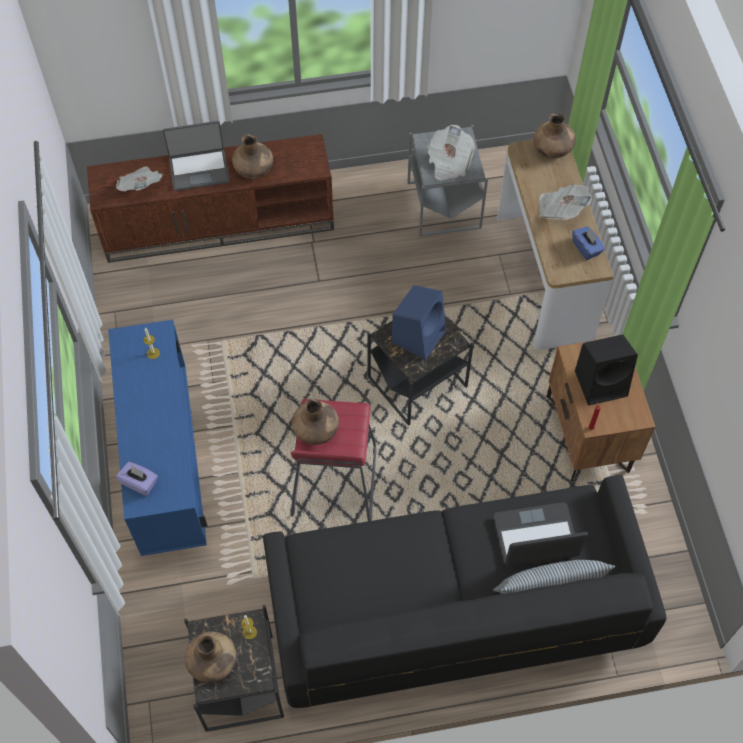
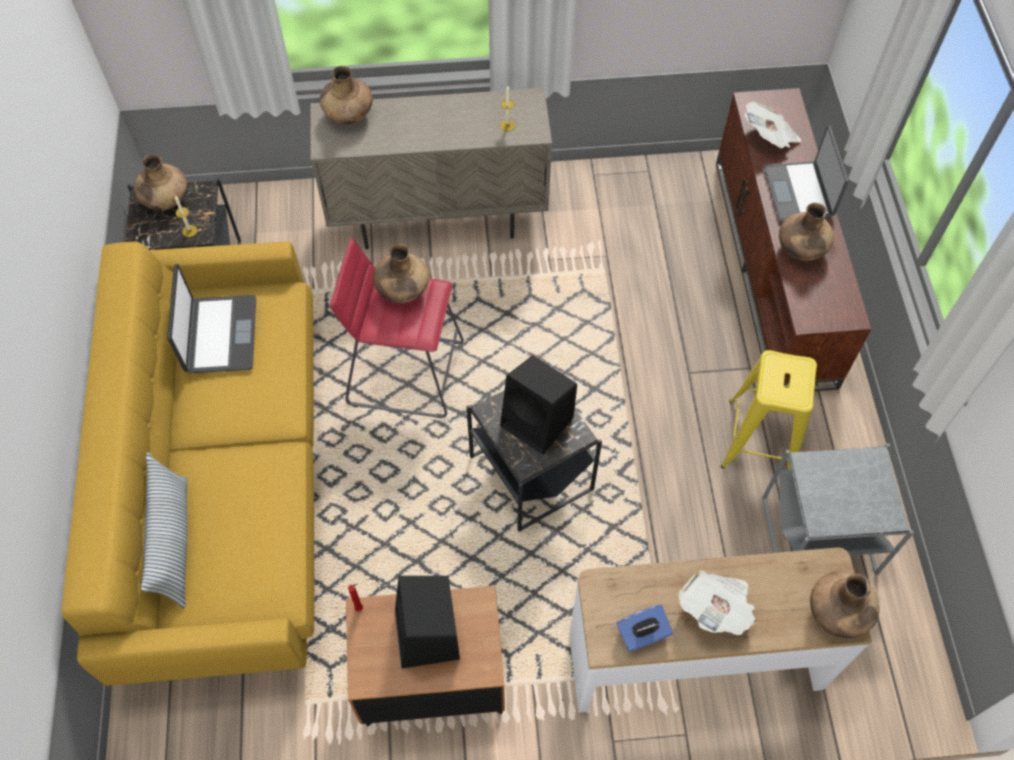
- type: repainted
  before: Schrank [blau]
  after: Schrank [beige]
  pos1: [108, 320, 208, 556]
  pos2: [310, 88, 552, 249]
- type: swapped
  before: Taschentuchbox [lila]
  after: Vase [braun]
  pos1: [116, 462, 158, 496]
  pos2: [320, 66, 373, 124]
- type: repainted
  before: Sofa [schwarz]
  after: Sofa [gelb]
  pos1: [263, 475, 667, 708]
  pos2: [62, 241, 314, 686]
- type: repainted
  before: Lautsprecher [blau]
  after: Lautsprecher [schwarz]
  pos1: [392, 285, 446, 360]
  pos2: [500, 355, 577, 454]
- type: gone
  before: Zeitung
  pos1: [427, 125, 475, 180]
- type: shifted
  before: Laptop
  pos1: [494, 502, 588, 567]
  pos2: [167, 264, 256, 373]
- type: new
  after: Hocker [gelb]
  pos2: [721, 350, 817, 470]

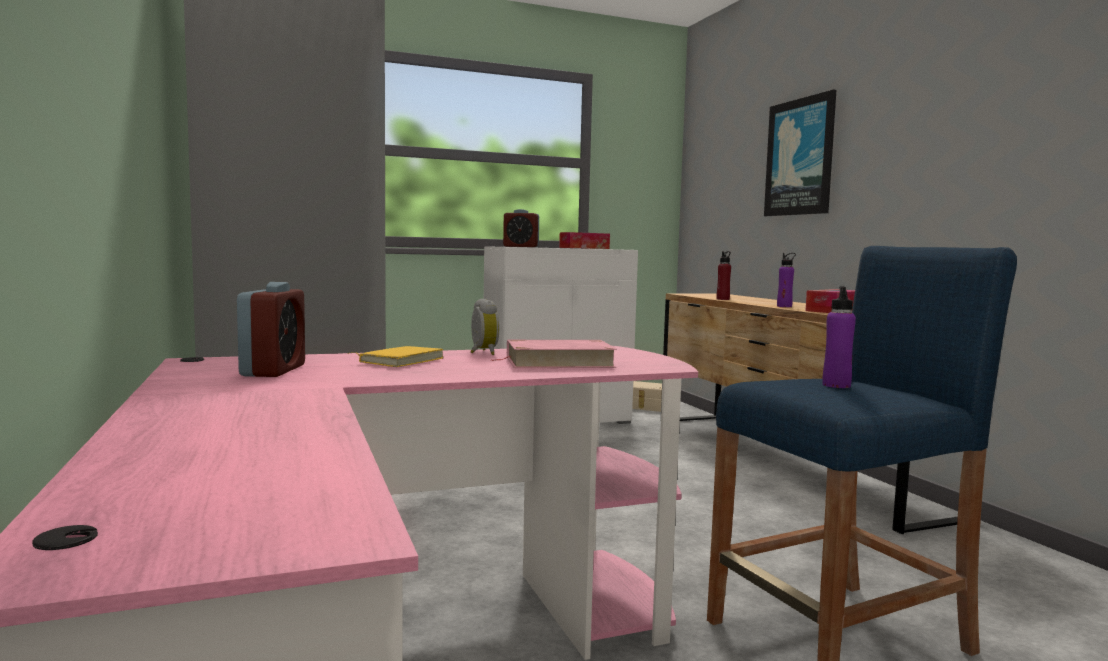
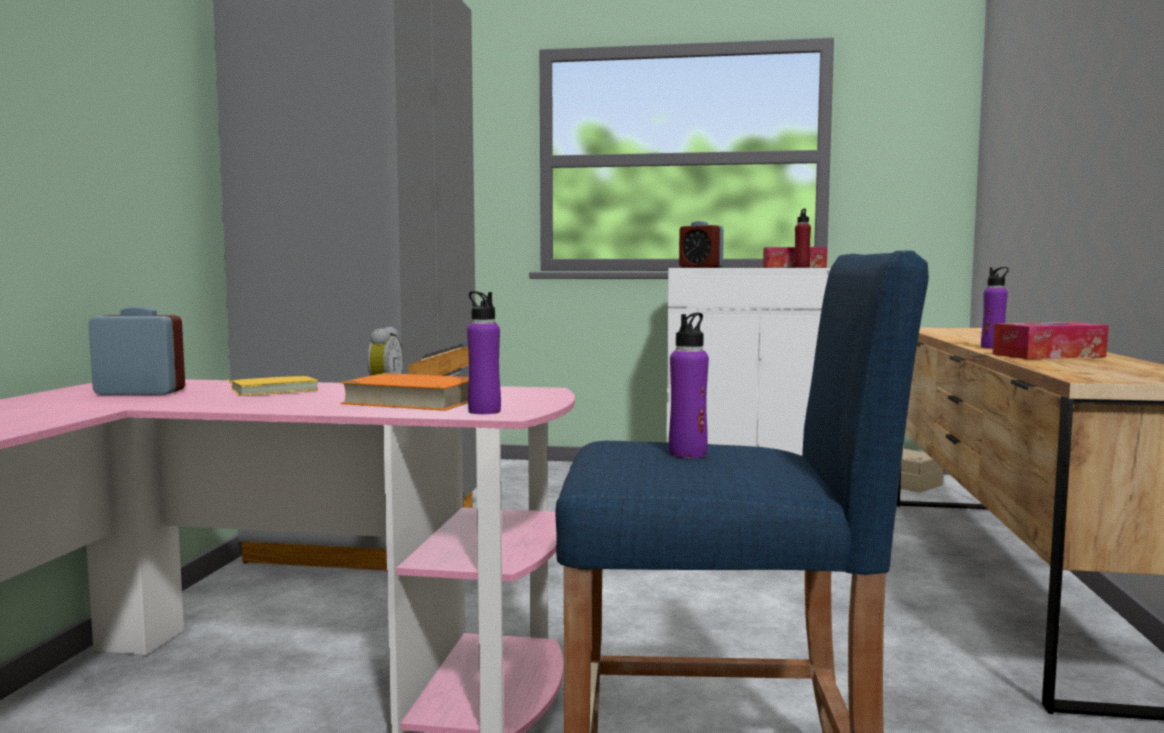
- type: rotated
  before: Wecker
  pos1: [237, 282, 305, 377]
  pos2: [88, 306, 185, 395]
  turn: -120
- type: repainted
  before: Buch [rosa]
  after: Buch [orange]
  pos1: [490, 340, 617, 368]
  pos2: [340, 373, 469, 411]
- type: shifted
  before: Flasche [rot]
  pos1: [716, 251, 731, 300]
  pos2: [794, 209, 811, 268]
- type: gone
  before: Bild
  pos1: [764, 89, 836, 216]
- type: new
  after: Flasche [lila]
  pos2: [467, 291, 501, 414]

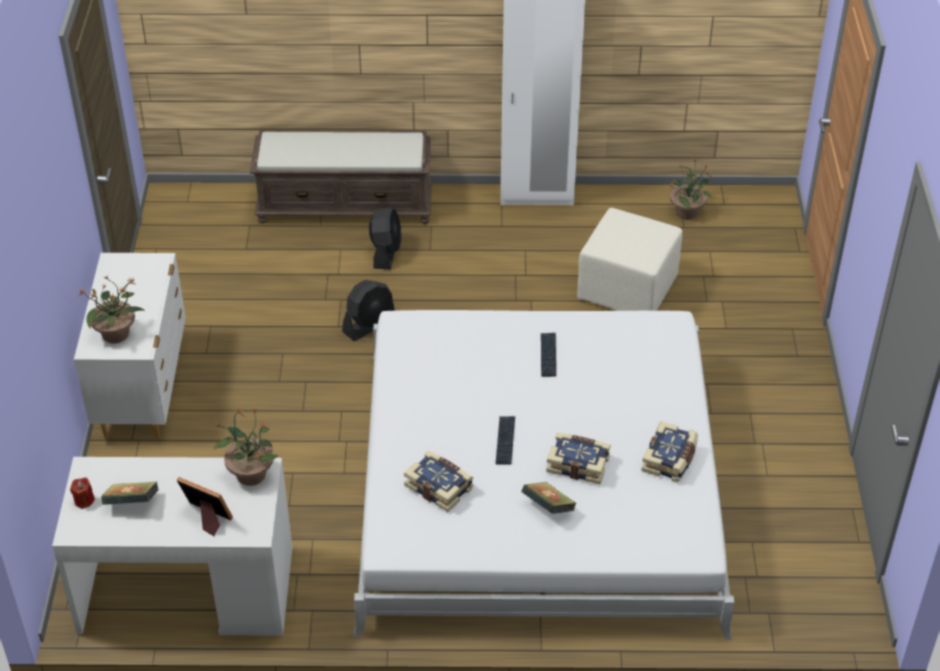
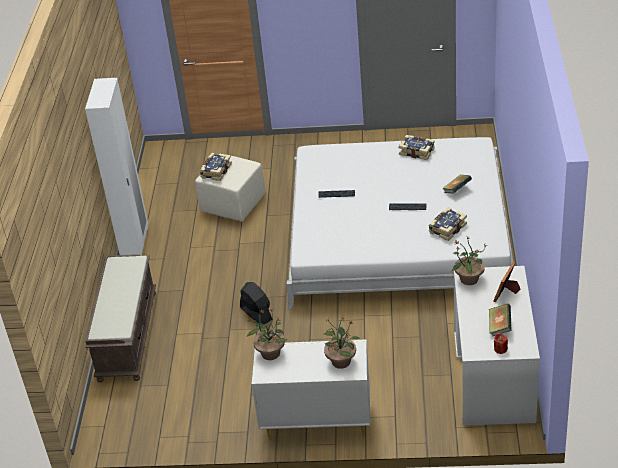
- type: gone
  before: Ventilator [schwarz]
  pos1: [369, 207, 401, 270]
- type: shifted
  before: Buch
  pos1: [546, 432, 611, 485]
  pos2: [200, 153, 232, 181]
- type: shifted
  before: Topfpflanze
  pos1: [670, 159, 711, 220]
  pos2: [247, 308, 288, 360]

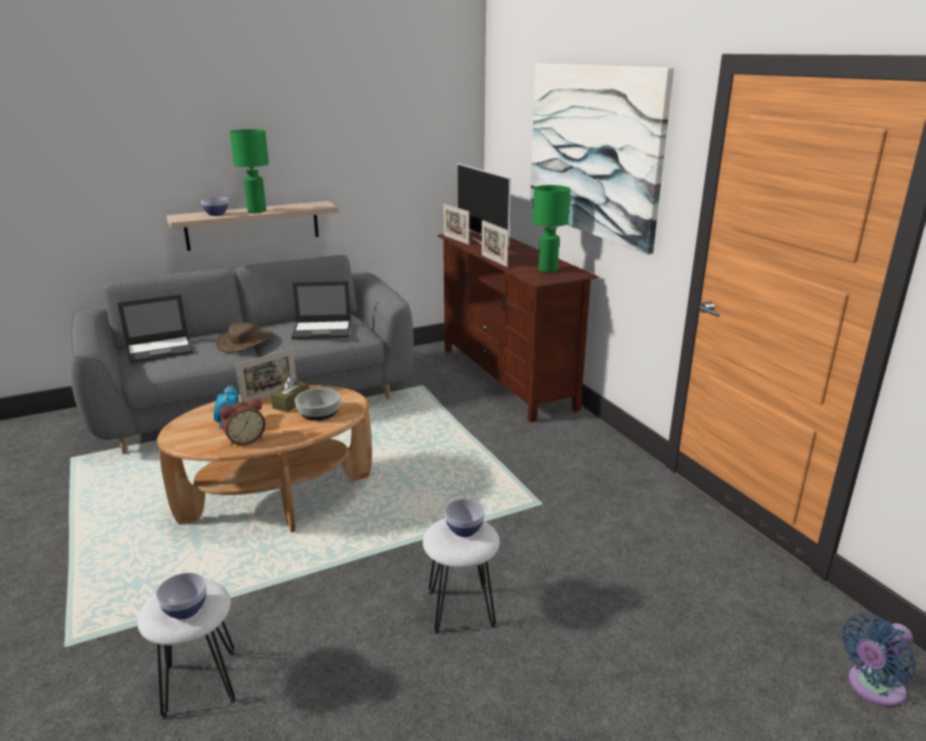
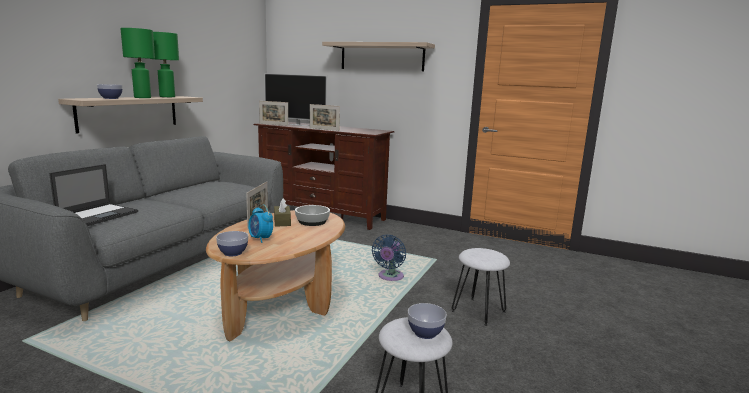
- type: gone
  before: Hut [braun]
  pos1: [216, 322, 275, 353]
- type: gone
  before: Wecker
  pos1: [220, 398, 266, 446]
- type: gone
  before: Laptop
  pos1: [291, 281, 351, 340]
- type: shifted
  before: Schüssel
  pos1: [445, 499, 485, 537]
  pos2: [216, 231, 248, 256]
- type: swapped
  before: Bild
  after: Wandregal
  pos1: [530, 63, 674, 255]
  pos2: [322, 42, 435, 71]
- type: shifted
  before: Tischlampe [grün]
  pos1: [533, 185, 571, 273]
  pos2: [153, 32, 179, 97]
- type: shifted
  before: Ventilator [blau]
  pos1: [841, 613, 916, 707]
  pos2: [372, 235, 406, 281]

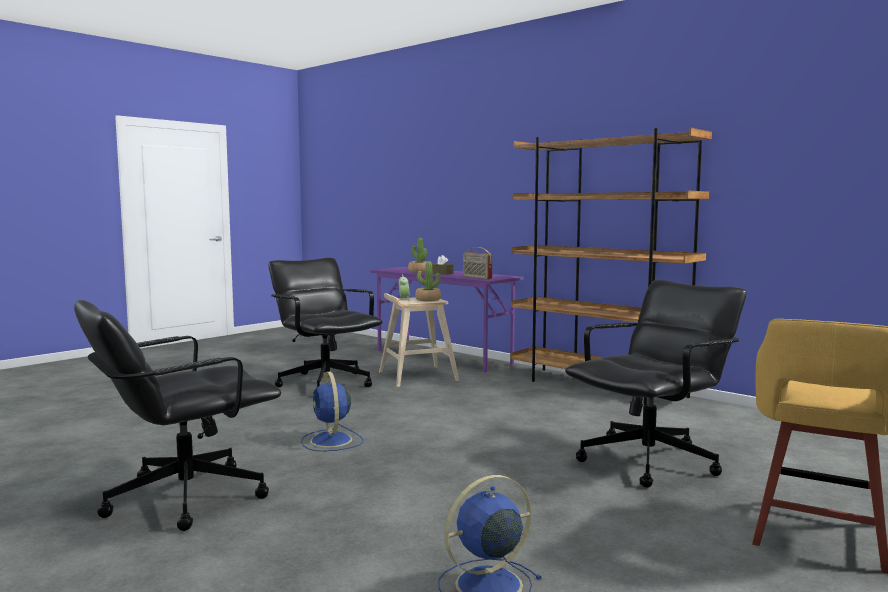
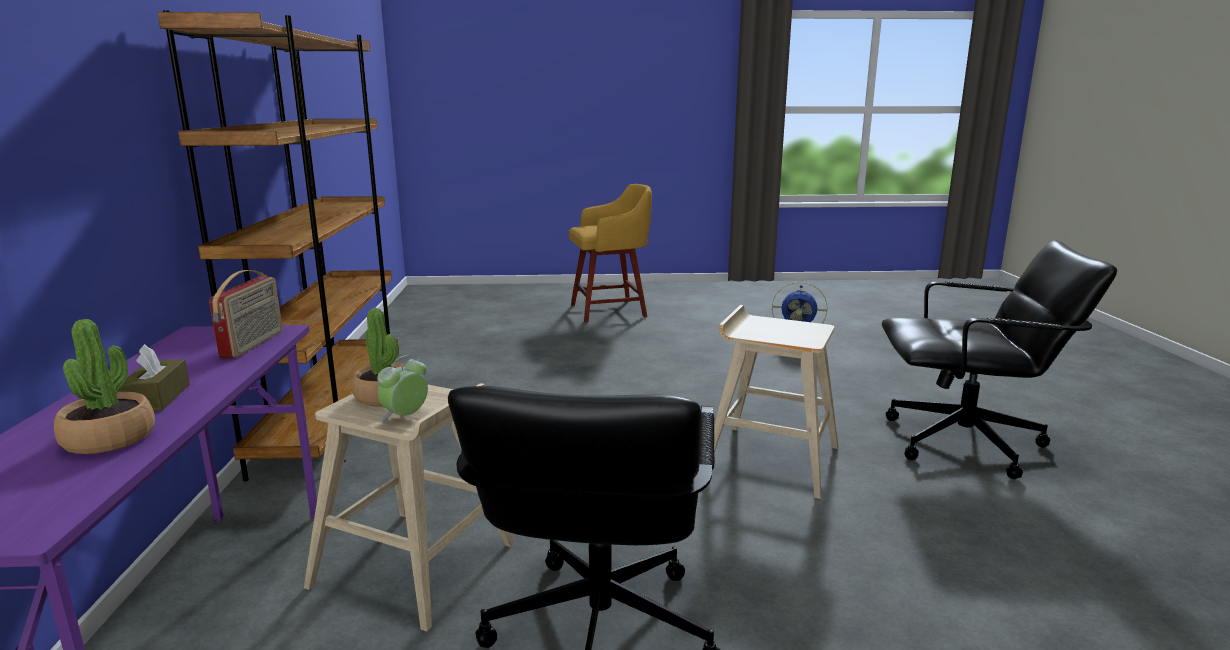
- type: swapped
  before: Ventilator [blau]
  after: Hocker [beige]
  pos1: [301, 372, 363, 451]
  pos2: [714, 305, 838, 499]
- type: gone
  before: Bürostuhl [schwarz]
  pos1: [565, 280, 747, 488]

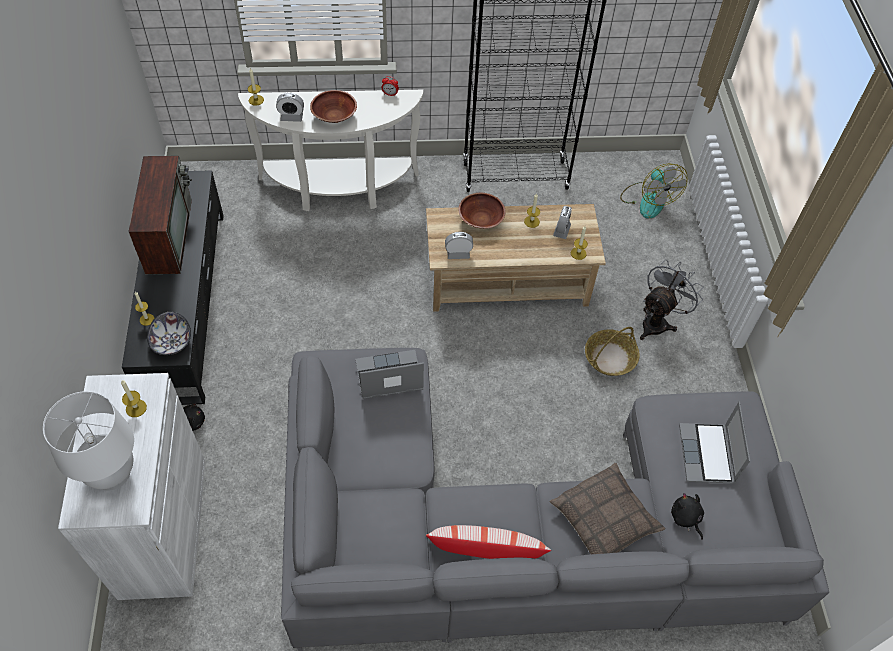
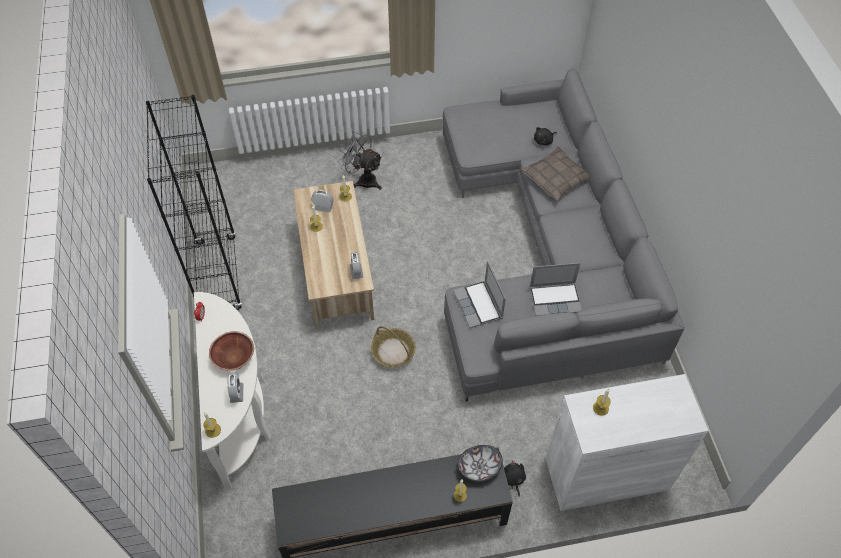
- type: gone
  before: Tischlampe [weiß]
  pos1: [43, 391, 134, 491]
- type: gone
  before: Fernseher
  pos1: [128, 156, 192, 274]
- type: gone
  before: Kissen
  pos1: [426, 525, 551, 559]
- type: gone
  before: Schüssel [braun]
  pos1: [458, 193, 506, 229]
- type: shifted
  before: Korb
  pos1: [585, 327, 640, 376]
  pos2: [371, 326, 416, 367]
- type: gone
  before: Ventilator
  pos1: [620, 164, 687, 219]
- type: shifted
  before: Laptop
  pos1: [679, 402, 750, 484]
  pos2: [530, 263, 582, 316]

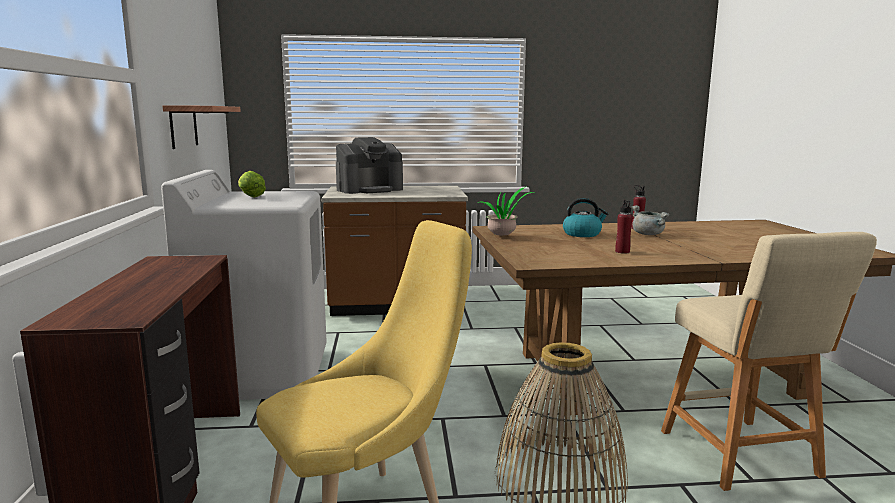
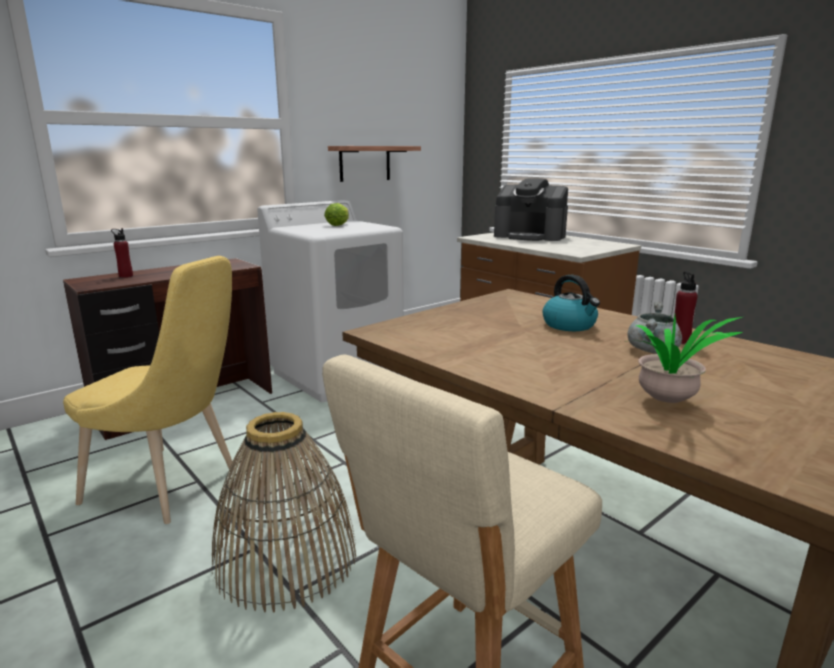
- type: shifted
  before: Topfpflanze
  pos1: [478, 187, 534, 236]
  pos2: [636, 315, 743, 403]
- type: shifted
  before: Flasche [rot]
  pos1: [615, 200, 633, 254]
  pos2: [111, 228, 133, 278]

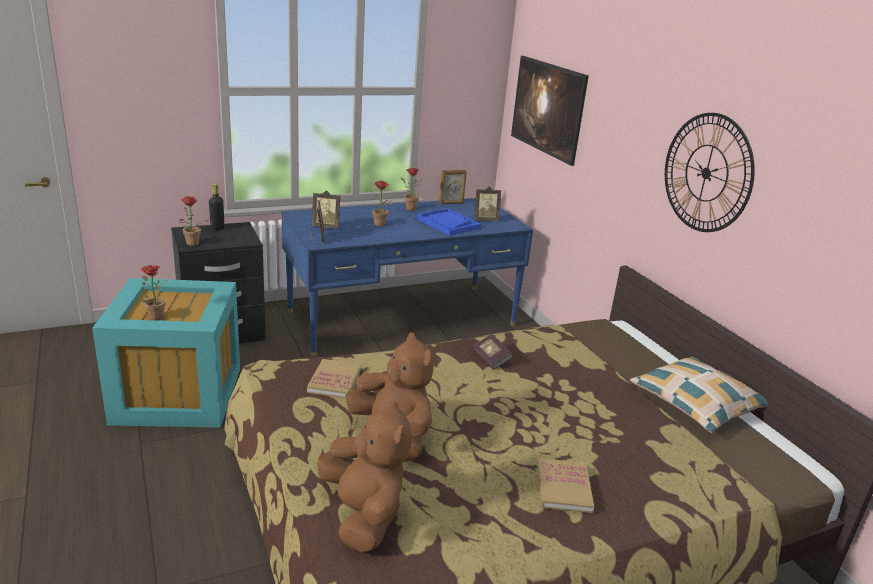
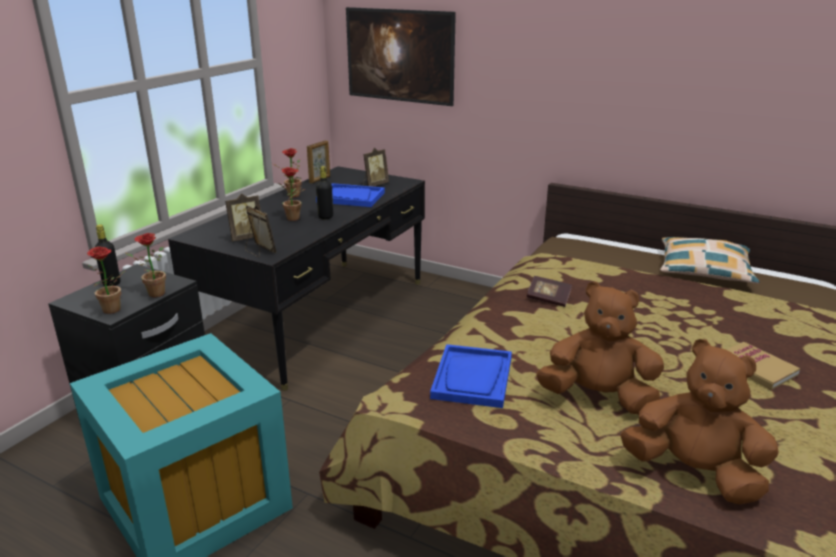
- type: shifted
  before: Topfpflanze
  pos1: [141, 265, 167, 320]
  pos2: [125, 233, 166, 297]
- type: repainted
  before: Schreibtisch [blau]
  after: Schreibtisch [schwarz]
  pos1: [282, 198, 533, 357]
  pos2: [168, 166, 425, 391]
- type: swapped
  before: Buch
  after: Tablett [blau]
  pos1: [307, 359, 361, 399]
  pos2: [430, 344, 512, 408]
- type: gone
  before: Wanduhr
  pos1: [665, 113, 755, 232]
- type: new
  after: Flasche [schwarz]
  pos2: [316, 166, 333, 219]

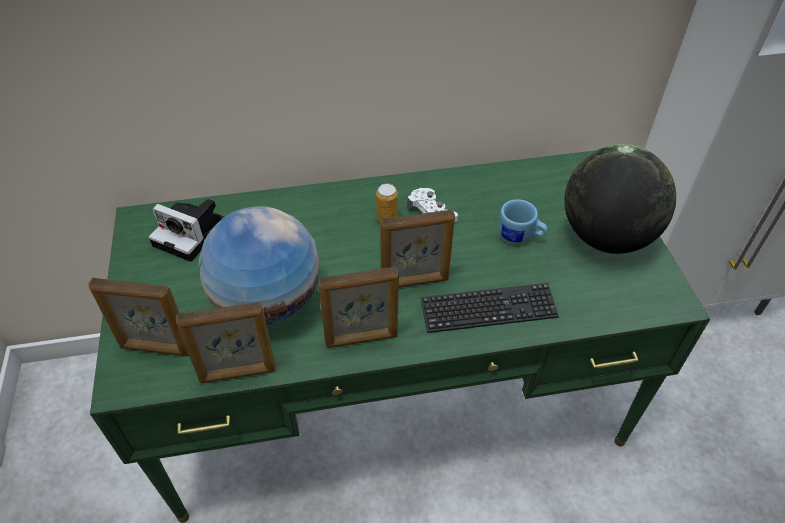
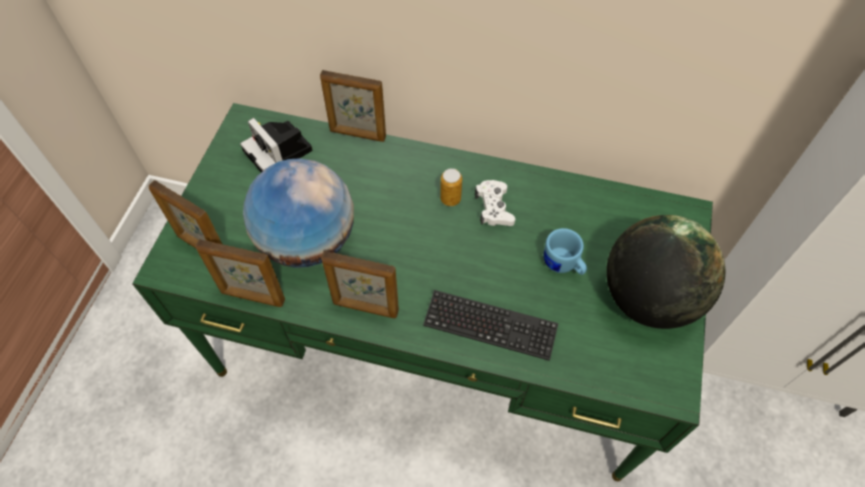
- type: shifted
  before: Bilderrahmen
  pos1: [380, 210, 455, 288]
  pos2: [320, 70, 386, 142]

